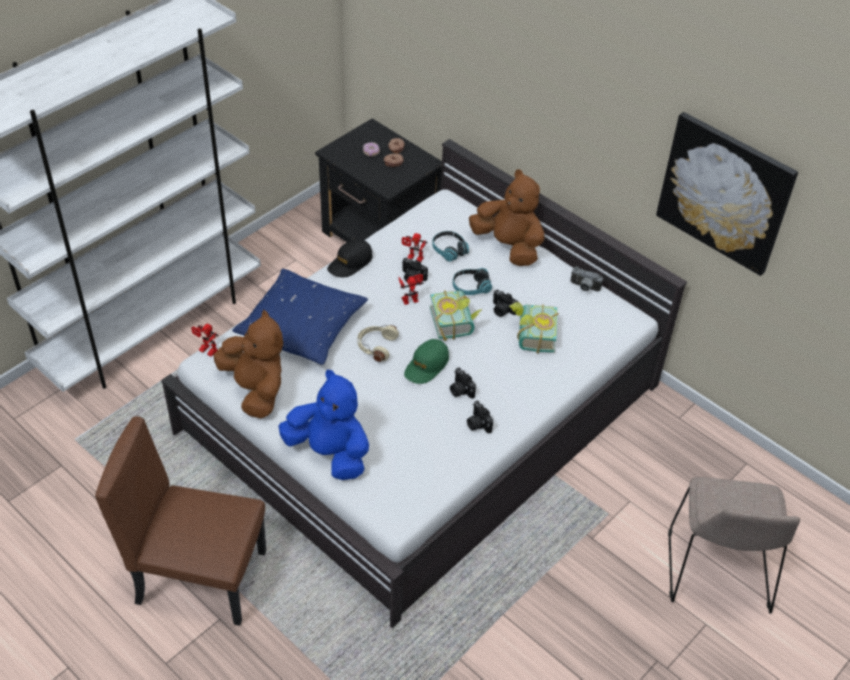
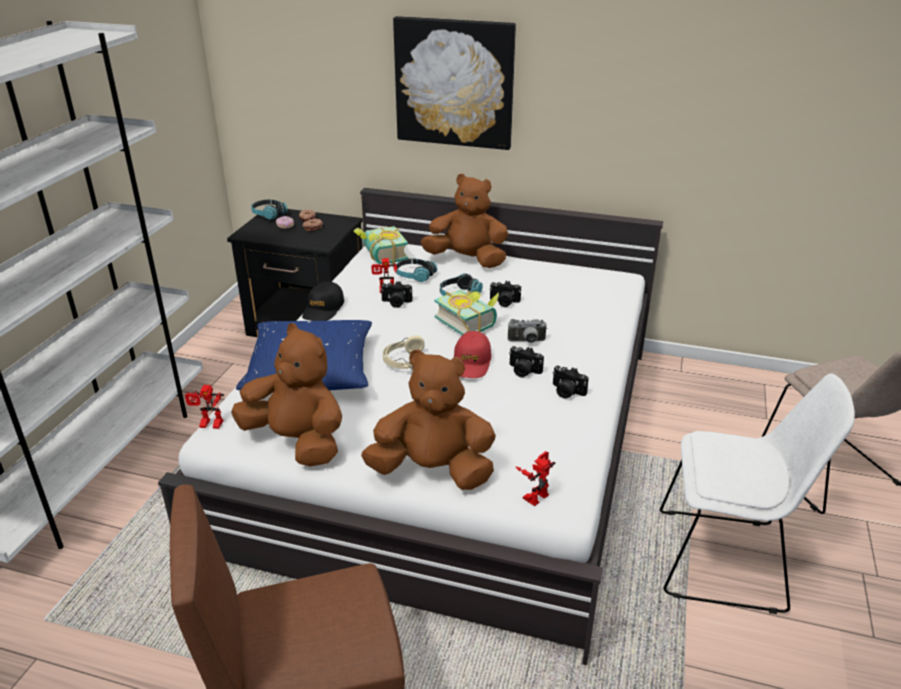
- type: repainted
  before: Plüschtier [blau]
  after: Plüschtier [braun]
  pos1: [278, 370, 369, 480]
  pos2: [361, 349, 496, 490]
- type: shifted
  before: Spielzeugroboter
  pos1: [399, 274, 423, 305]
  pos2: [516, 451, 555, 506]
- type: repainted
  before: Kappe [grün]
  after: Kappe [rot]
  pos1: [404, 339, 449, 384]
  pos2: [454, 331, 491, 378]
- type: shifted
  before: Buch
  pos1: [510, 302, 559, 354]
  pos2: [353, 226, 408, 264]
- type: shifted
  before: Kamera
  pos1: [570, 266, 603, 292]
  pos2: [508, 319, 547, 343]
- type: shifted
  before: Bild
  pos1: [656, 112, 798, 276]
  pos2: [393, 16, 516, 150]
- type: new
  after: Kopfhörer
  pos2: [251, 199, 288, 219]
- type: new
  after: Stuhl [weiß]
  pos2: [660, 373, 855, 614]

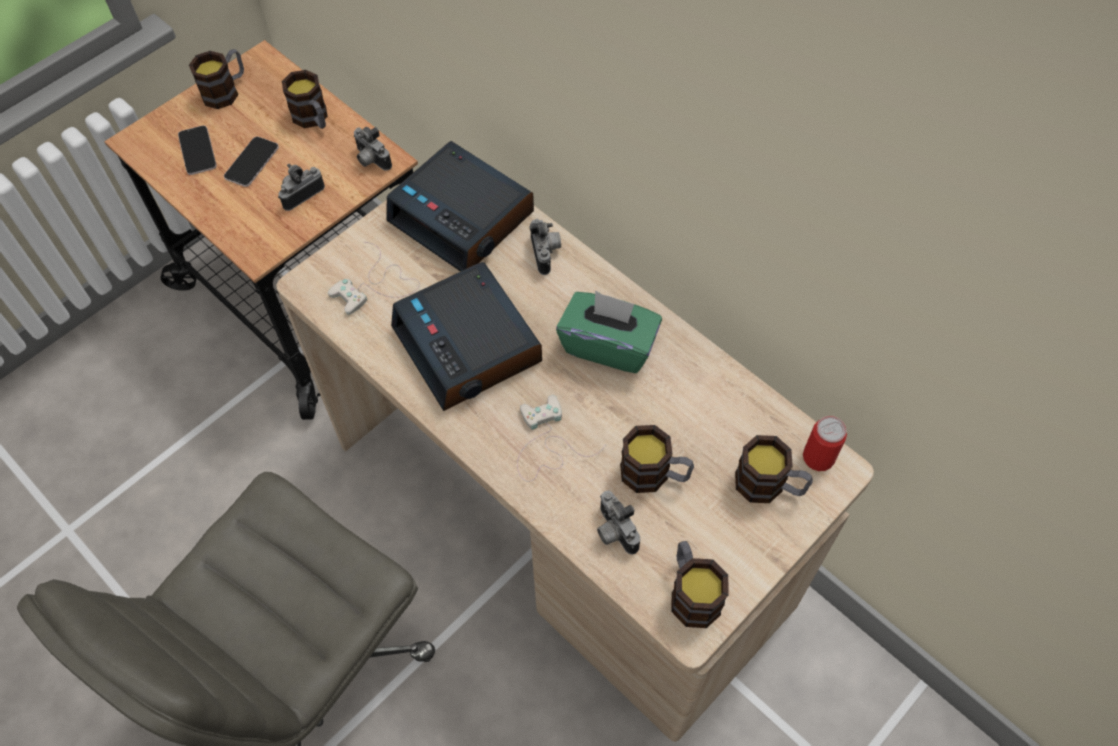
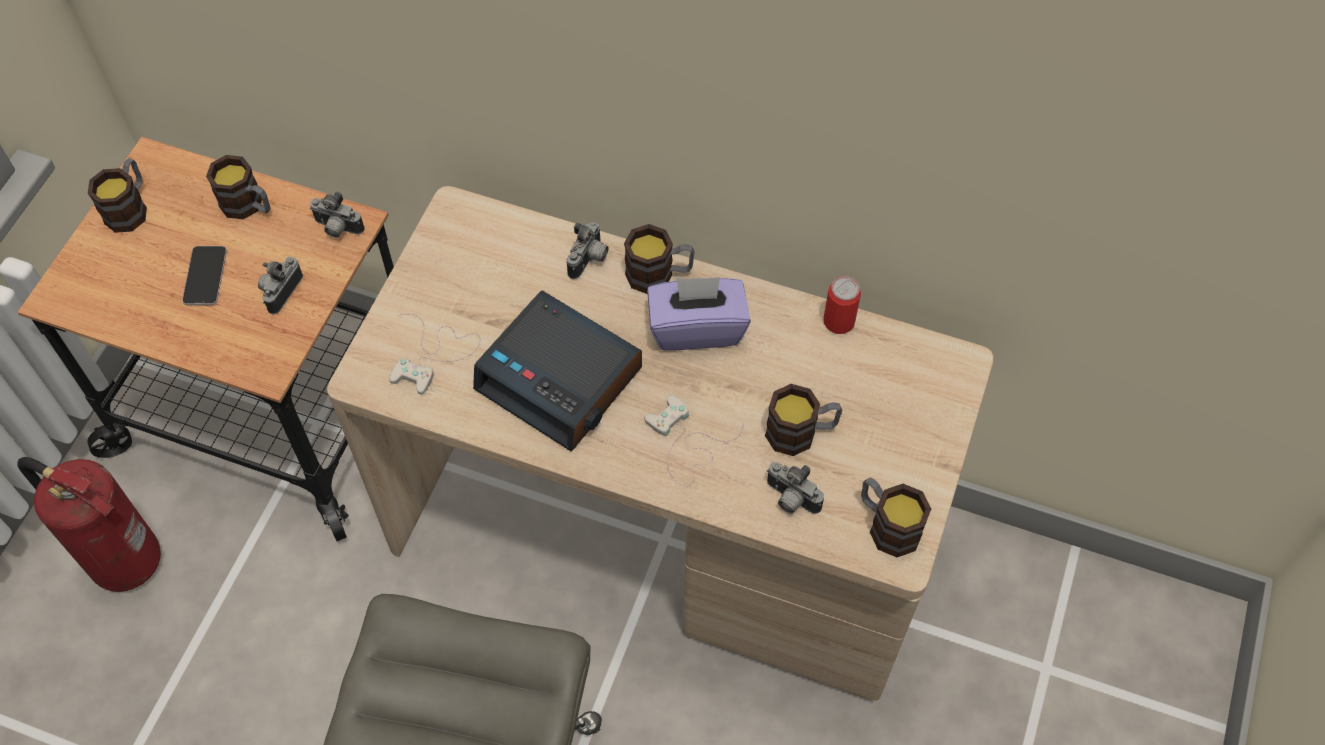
- type: gone
  before: Handy
  pos1: [178, 125, 217, 175]
- type: gone
  before: Wecker
  pos1: [387, 141, 534, 272]
- type: rotated
  before: Kamera
  pos1: [529, 219, 561, 275]
  pos2: [566, 222, 609, 279]
  turn: 60
- type: repainted
  before: Taschentuchbox [grün]
  after: Taschentuchbox [lila]
  pos1: [556, 291, 662, 373]
  pos2: [647, 277, 751, 351]
- type: shifted
  before: Henkelbecher
  pos1: [735, 435, 813, 503]
  pos2: [624, 224, 695, 294]
- type: shifted
  before: Dose
  pos1: [803, 416, 847, 471]
  pos2: [823, 276, 861, 334]
- type: new
  after: Feuerlöscher
  pos2: [17, 457, 161, 592]

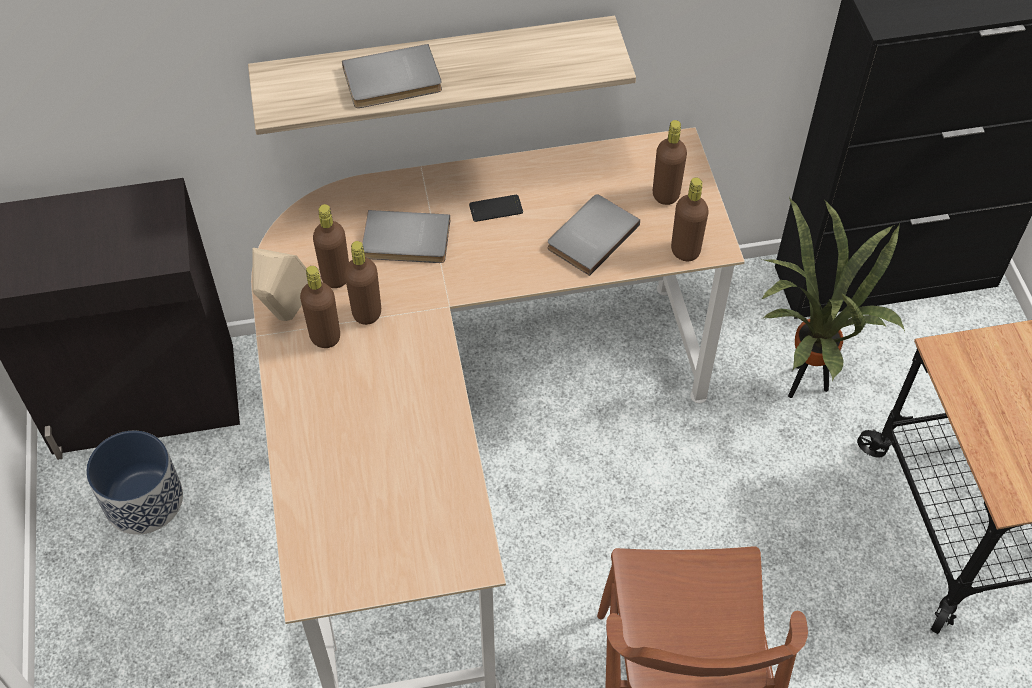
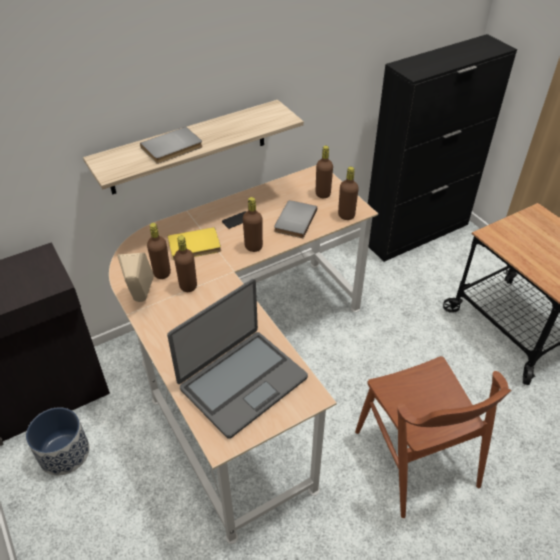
- type: shifted
  before: Flasche [braun]
  pos1: [300, 266, 340, 348]
  pos2: [243, 197, 263, 252]
- type: repainted
  before: Buch [grau]
  after: Buch [gelb]
  pos1: [362, 210, 450, 263]
  pos2: [168, 227, 221, 260]
- type: gone
  before: Topfpflanze
  pos1: [762, 197, 905, 398]
- type: new
  after: Laptop
  pos2: [167, 279, 308, 439]

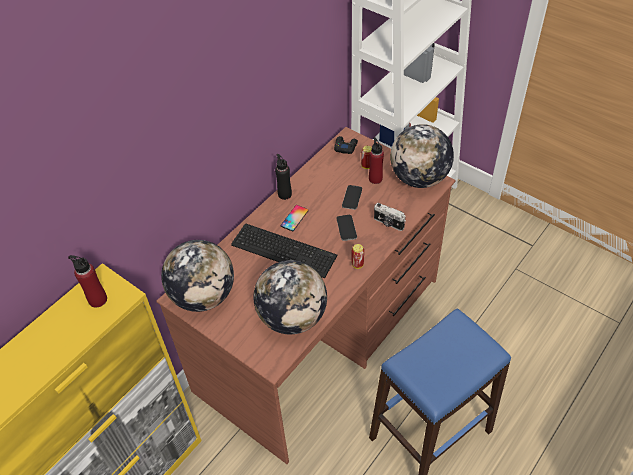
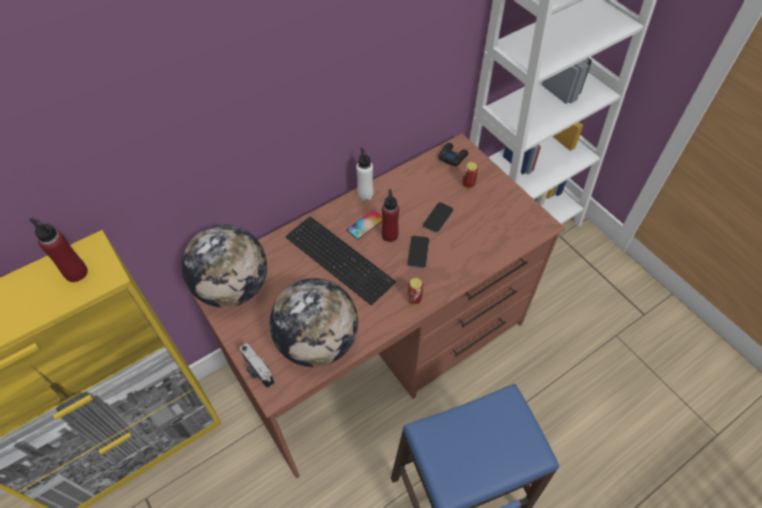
- type: repainted
  before: Flasche [schwarz]
  after: Flasche [weiß]
  pos1: [275, 154, 292, 200]
  pos2: [356, 148, 374, 201]
- type: shifted
  before: Flasche [rot]
  pos1: [369, 137, 384, 184]
  pos2: [382, 189, 399, 242]
- type: shifted
  before: Kamera
  pos1: [374, 203, 406, 231]
  pos2: [240, 343, 274, 388]
- type: gone
  before: Globus
  pos1: [390, 124, 454, 188]

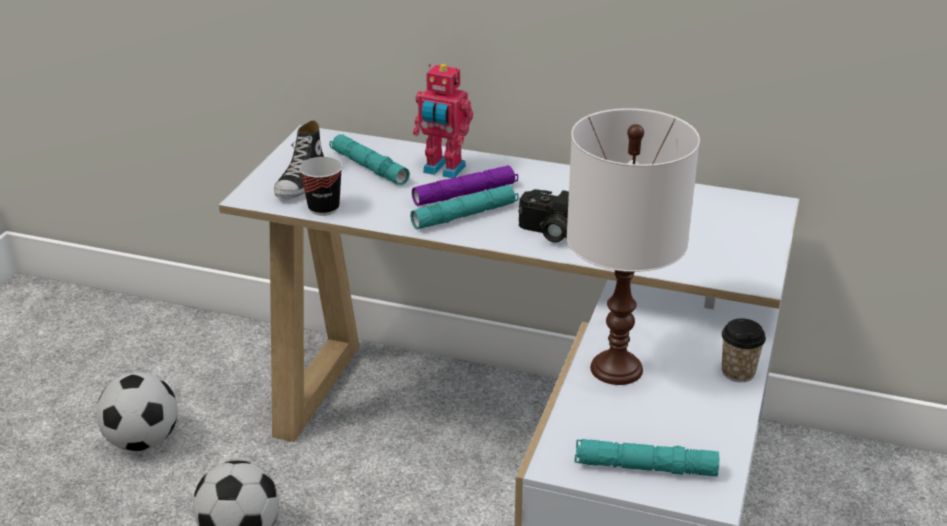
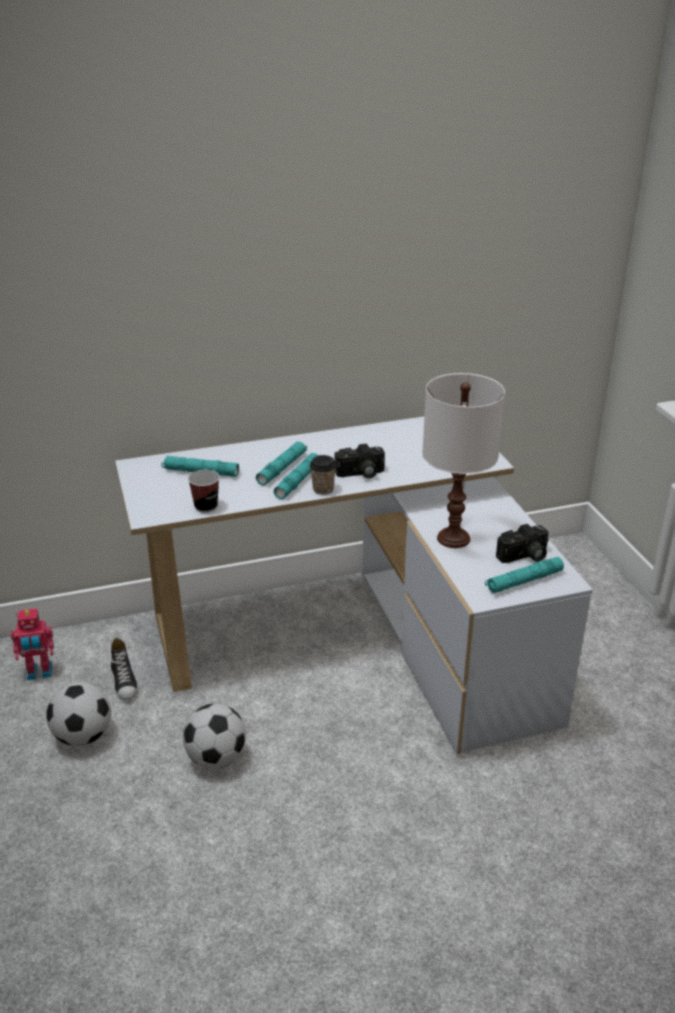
- type: shifted
  before: Schuh
  pos1: [274, 120, 324, 199]
  pos2: [111, 638, 138, 700]
- type: repainted
  before: Taschenlampe [lila]
  after: Taschenlampe [türkis]
  pos1: [412, 165, 518, 206]
  pos2: [256, 442, 307, 486]
- type: shifted
  before: Spielzeugroboter
  pos1: [413, 64, 473, 178]
  pos2: [10, 608, 54, 680]
- type: shifted
  before: Tasse
  pos1: [722, 318, 766, 382]
  pos2: [310, 455, 337, 495]
- type: new
  after: Kamera
  pos2: [496, 524, 549, 563]

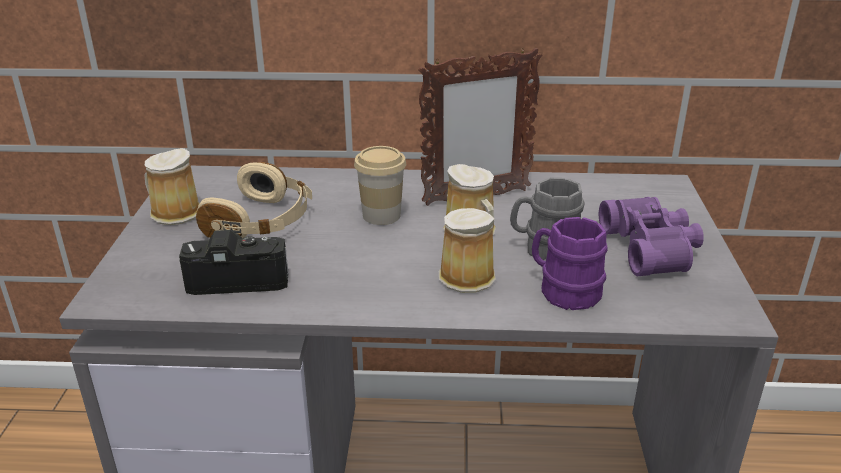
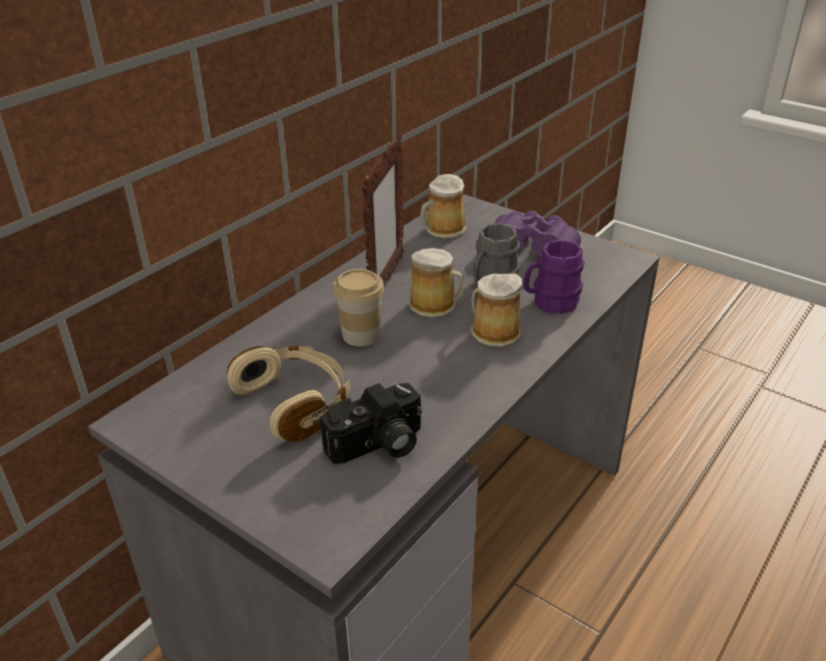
- type: shifted
  before: Henkelbecher
  pos1: [144, 148, 199, 225]
  pos2: [420, 174, 466, 238]
- type: rotated
  before: Kamera
  pos1: [179, 230, 289, 295]
  pos2: [320, 383, 422, 464]
  turn: -150

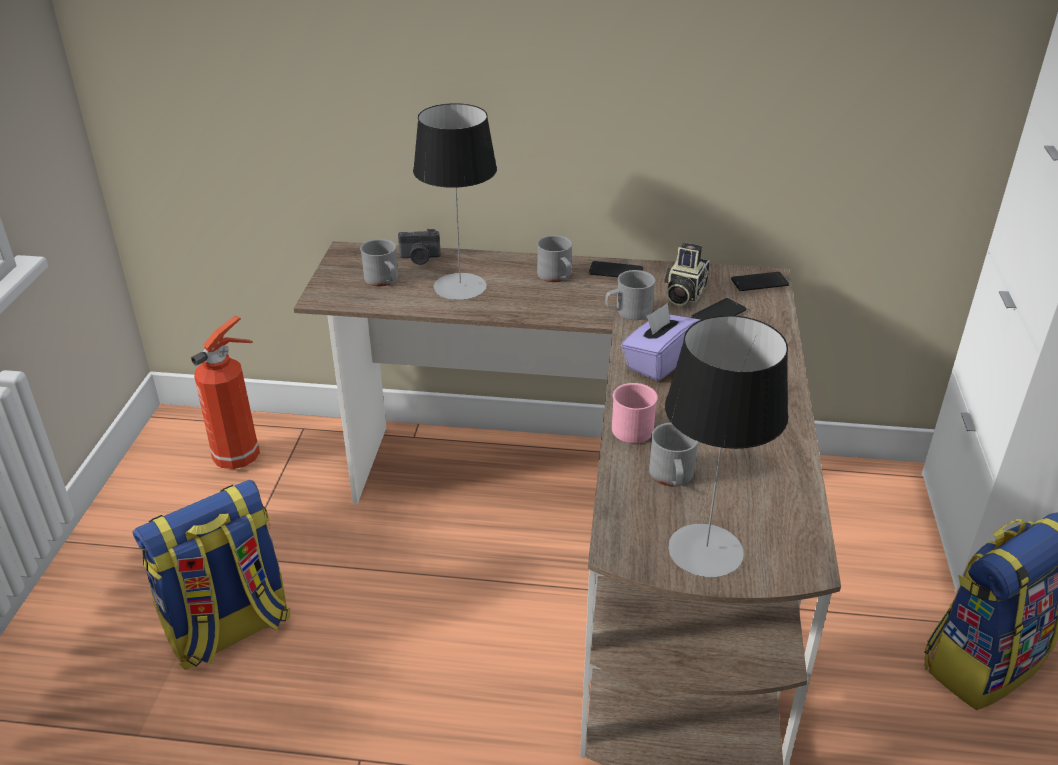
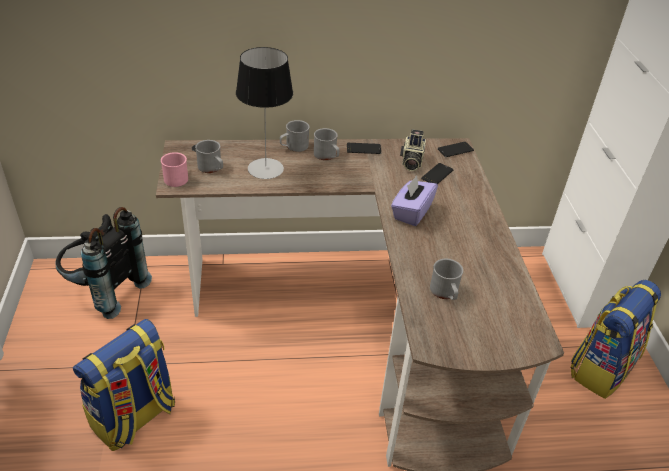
- type: swapped
  before: Feuerlöscher
  after: Rucksack [schwarz]
  pos1: [191, 316, 260, 469]
  pos2: [56, 207, 152, 319]
- type: gone
  before: Kamera
  pos1: [398, 229, 441, 265]
- type: shifted
  before: Henkelbecher [grau]
  pos1: [605, 270, 656, 320]
  pos2: [280, 120, 310, 152]
- type: shifted
  before: Henkelbecher [rosa]
  pos1: [612, 383, 658, 443]
  pos2: [161, 152, 188, 187]
- type: gone
  before: Tischlampe
  pos1: [665, 315, 788, 578]

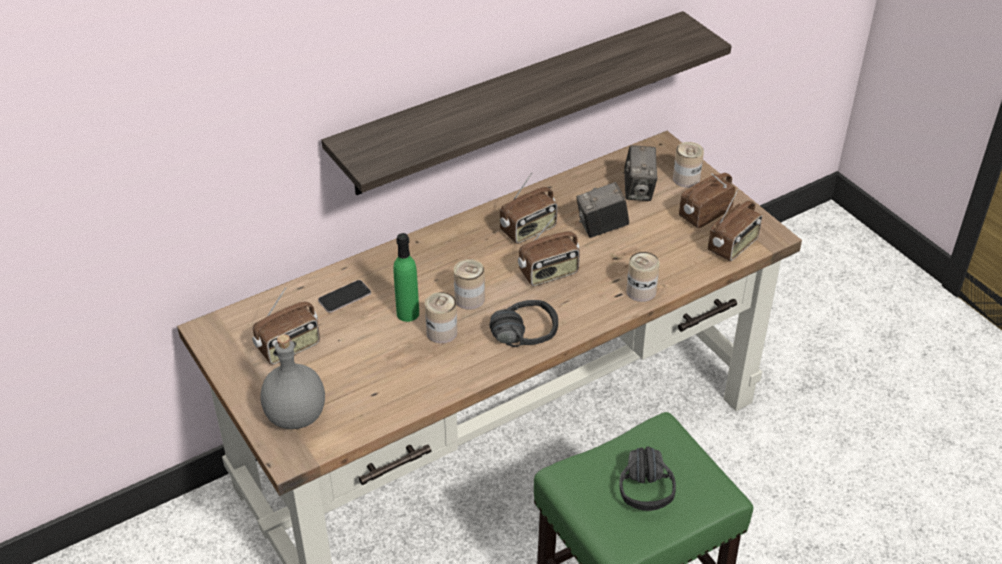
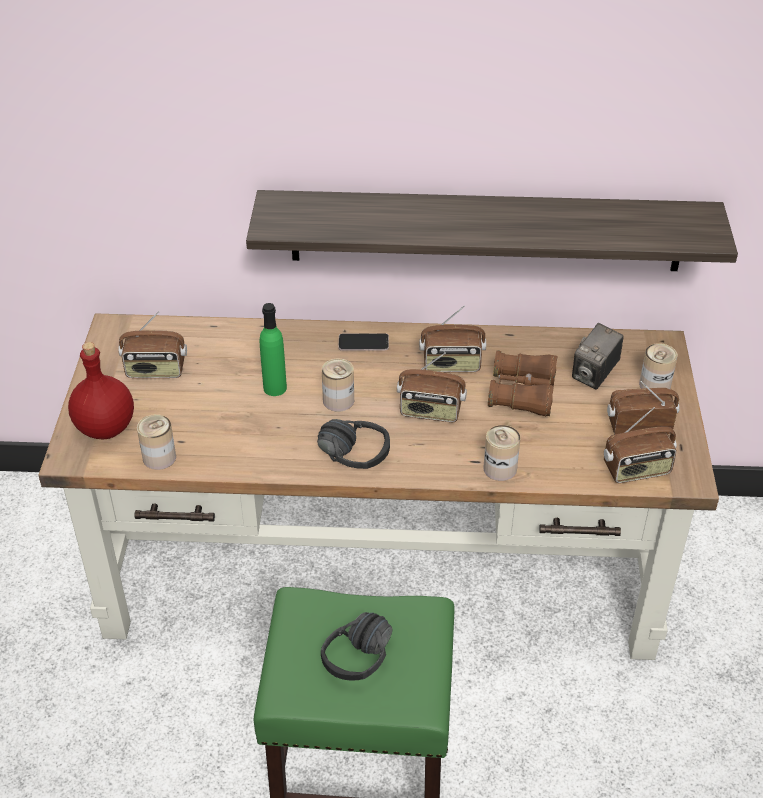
- type: repainted
  before: Flasche [grau]
  after: Flasche [rot]
  pos1: [260, 334, 325, 429]
  pos2: [68, 342, 134, 439]
- type: shifted
  before: Handy
  pos1: [318, 280, 371, 313]
  pos2: [339, 333, 389, 351]
- type: shifted
  before: Dose
  pos1: [425, 292, 457, 344]
  pos2: [137, 414, 176, 470]
- type: swapped
  before: Kamera
  after: Fernglas [braun]
  pos1: [577, 182, 629, 238]
  pos2: [488, 350, 557, 417]

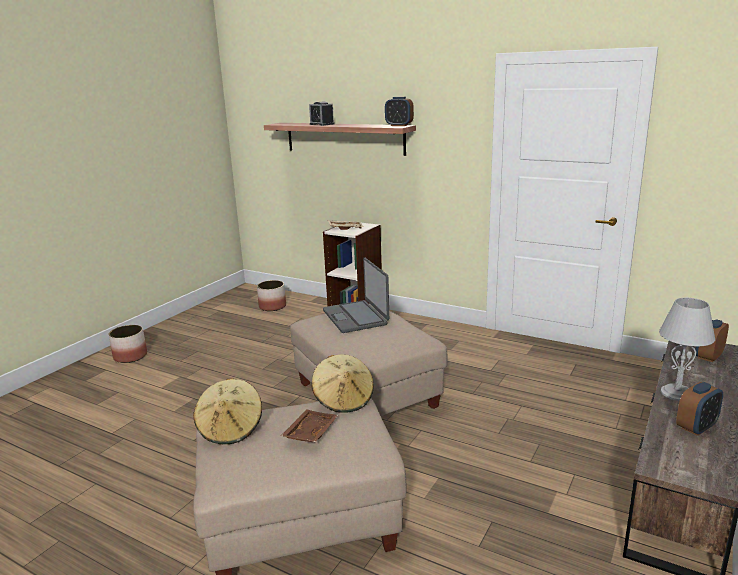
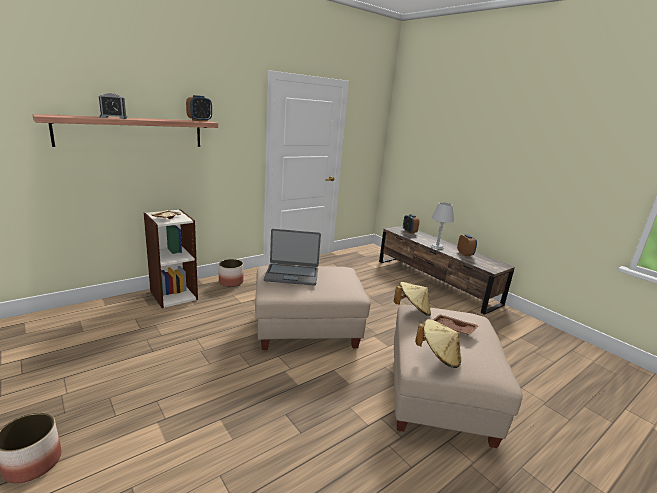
- type: shifted
  before: Pflanzkübel
  pos1: [257, 280, 286, 311]
  pos2: [219, 259, 243, 287]

